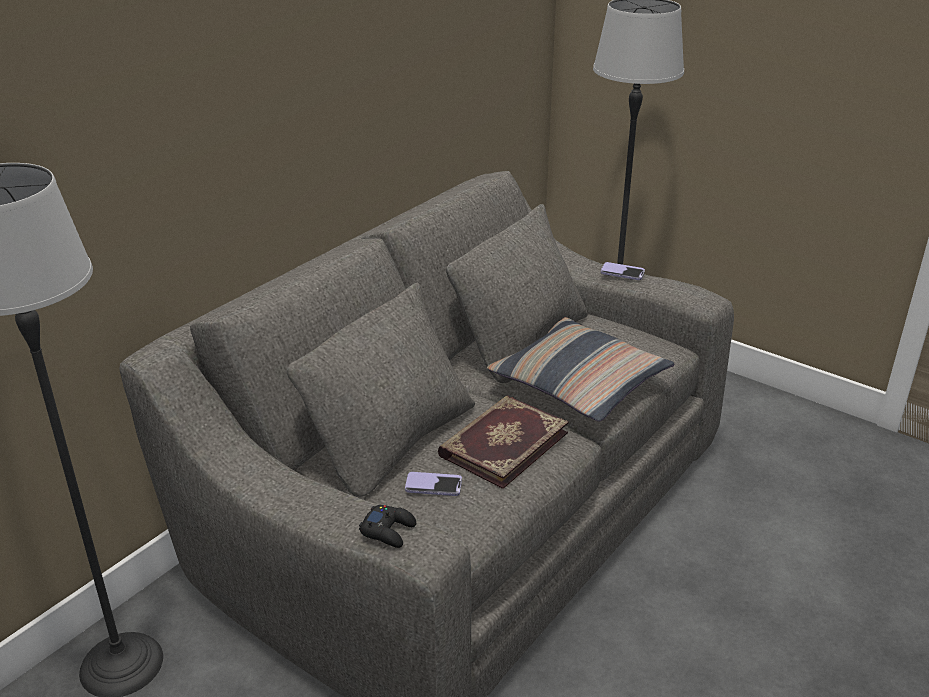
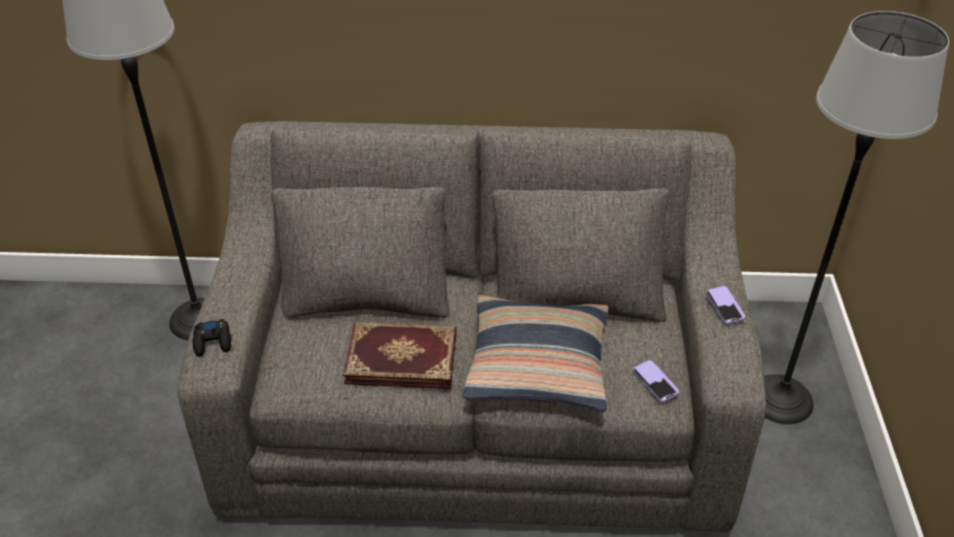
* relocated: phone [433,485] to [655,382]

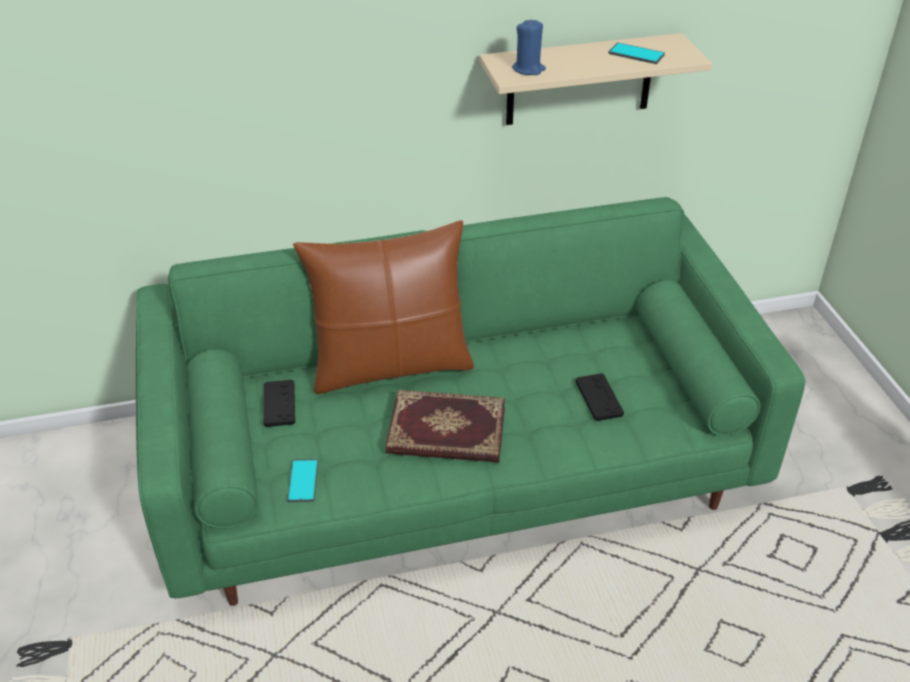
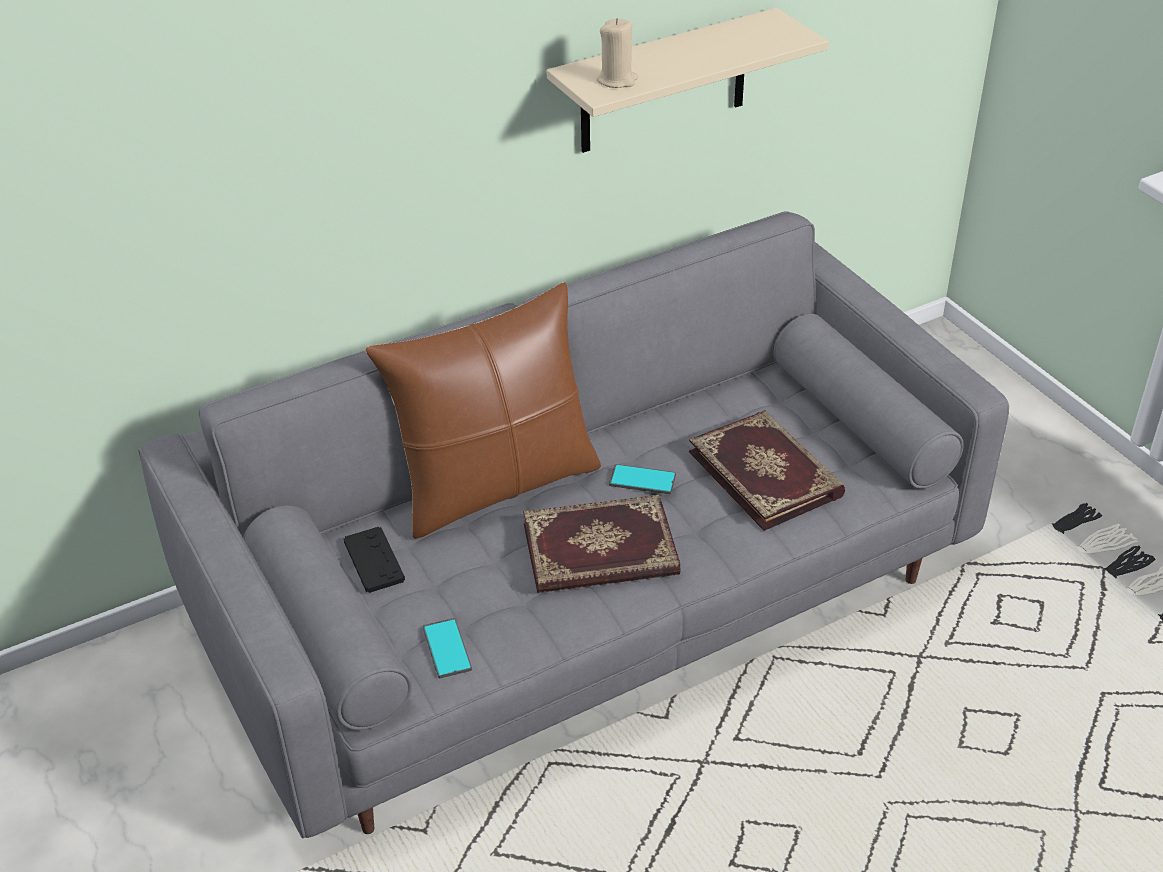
* colour: sofa (green) [455,464] to sofa (grey) [584,596]
* colour: candle (blue) [528,69] to candle (beige) [617,80]
* exchanged: game controller (black) [599,398] to book [766,473]
* relocated: phone [636,54] to [642,480]

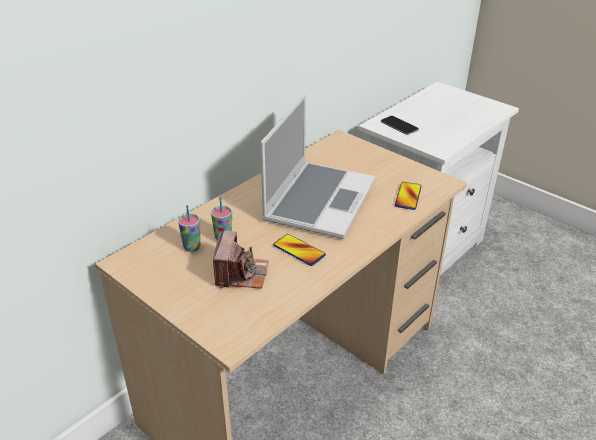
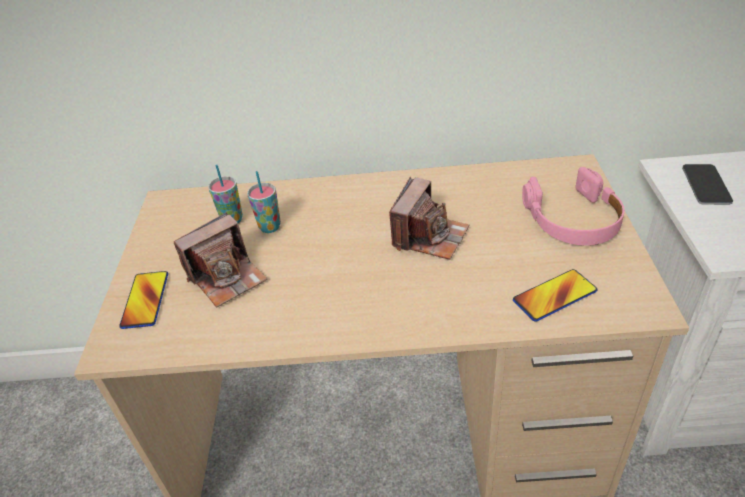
* exchanged: laptop [319,200] to photo camera [429,236]
* relocated: phone [299,250] to [145,300]
* appeared: headphones (pink) [573,219]

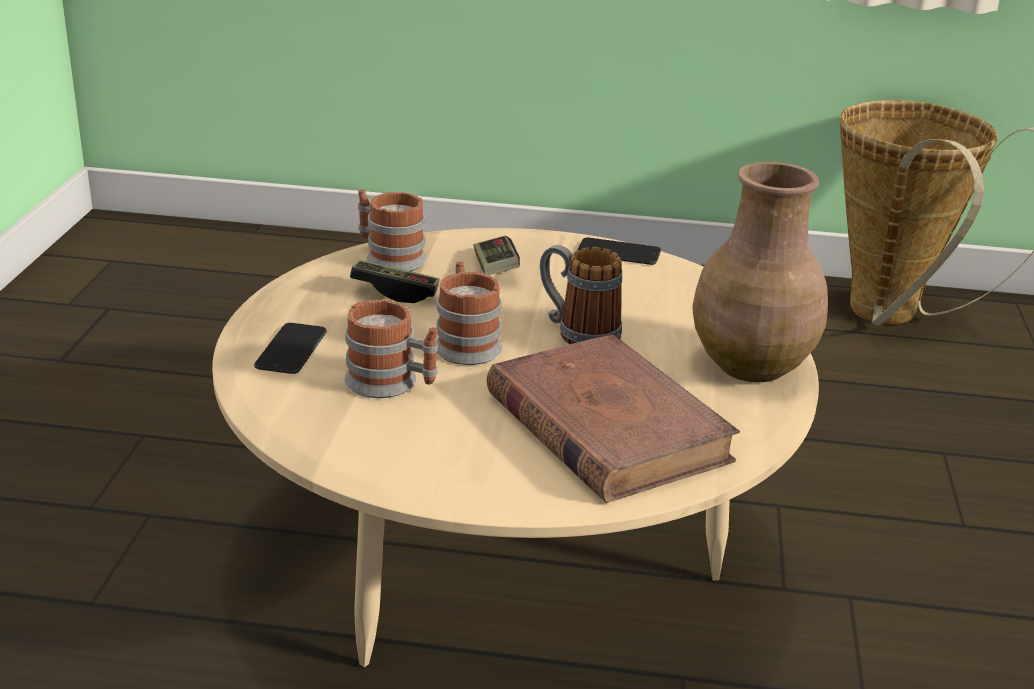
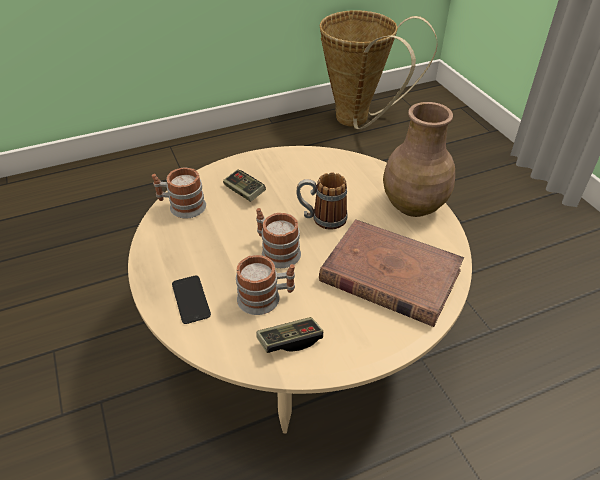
* relocated: game controller [395,292] to [290,341]
* missing: phone [618,253]

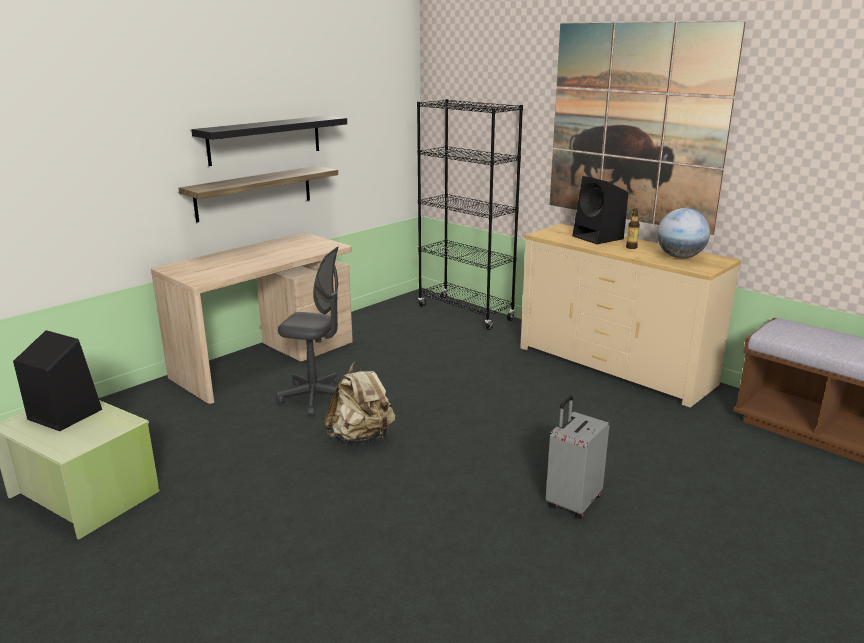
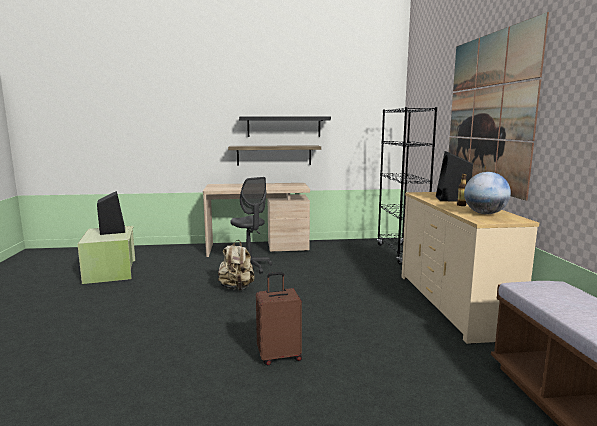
* colour: suitcase (grey) [572,502] to suitcase (brown) [279,356]

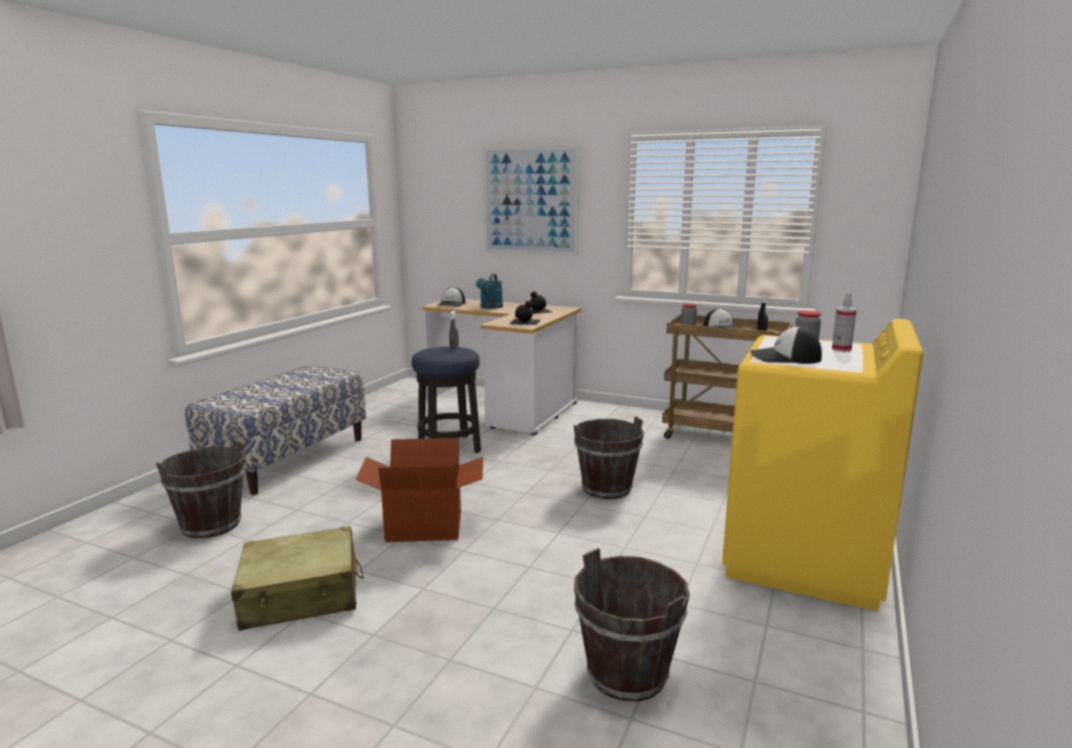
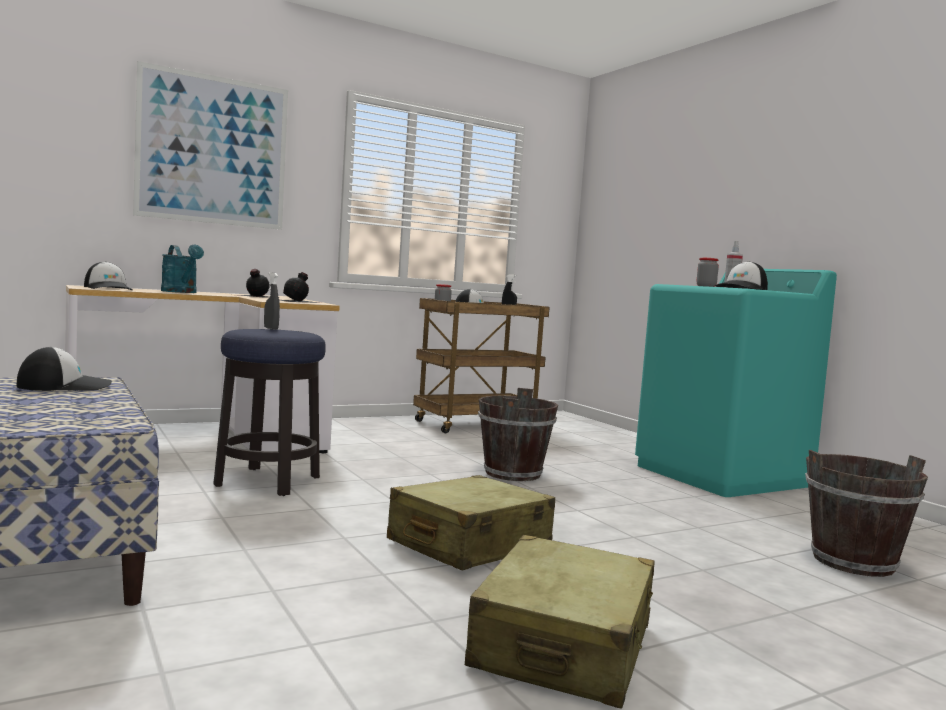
* missing: bucket (brown) [211,525]
* exchanged: cardboard box [424,525] to suitcase (beige) [469,545]
* colour: washing machine (yellow) [804,559] to washing machine (turquoise) [721,476]
* appeared: cap [65,386]

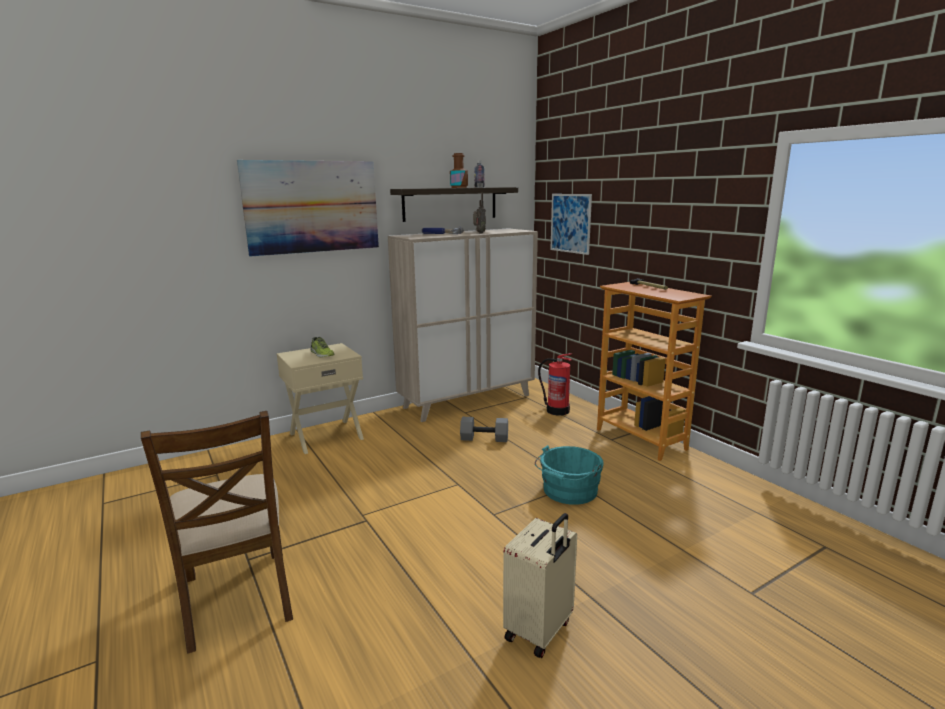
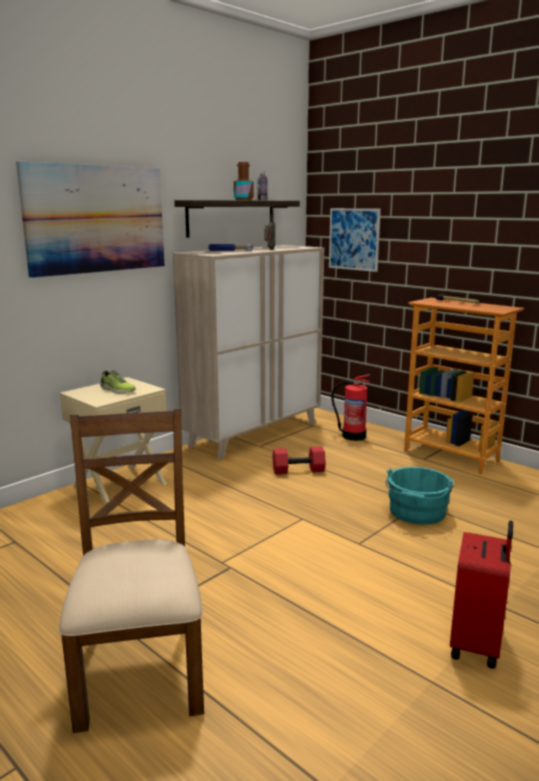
* spun: chair (brown) [237,597] = [140,668] 150 degrees counterclockwise
* colour: dumbbell (grey) [485,438] to dumbbell (red) [299,470]
* colour: suitcase (beige) [540,631] to suitcase (red) [477,644]

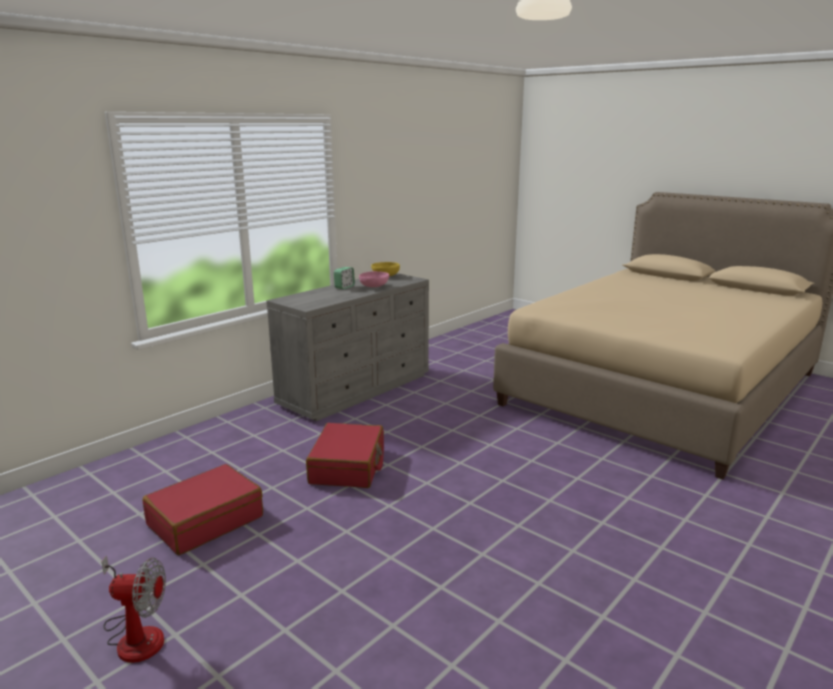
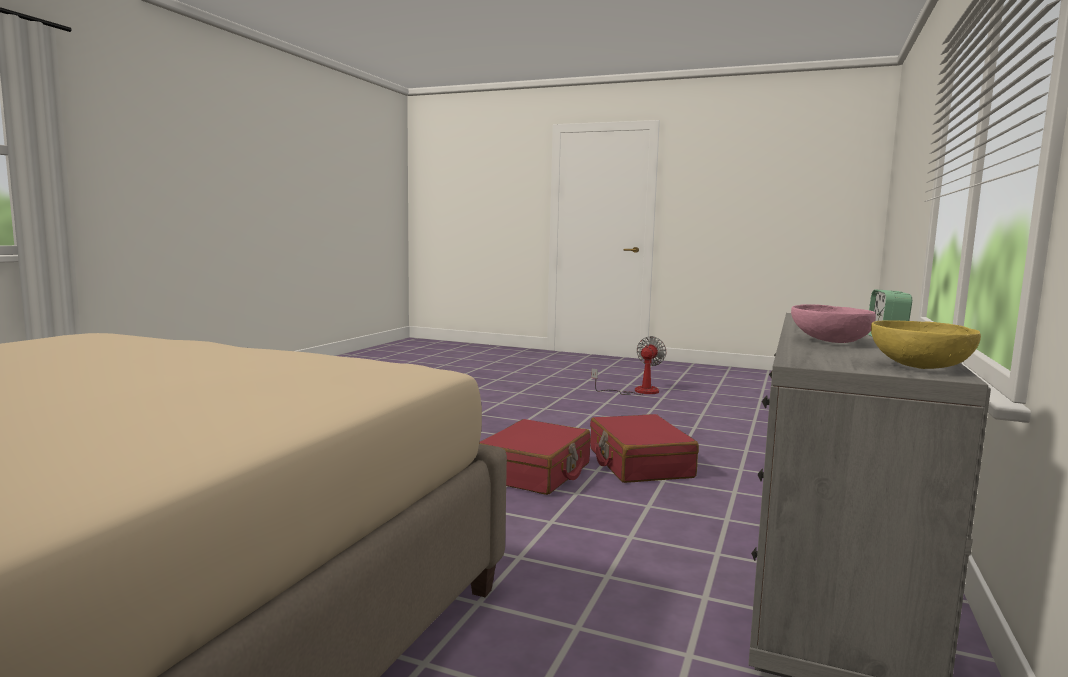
* spun: fan [136,635] = [637,391] 135 degrees clockwise
* relocated: suitcase (red) [205,520] to [535,472]

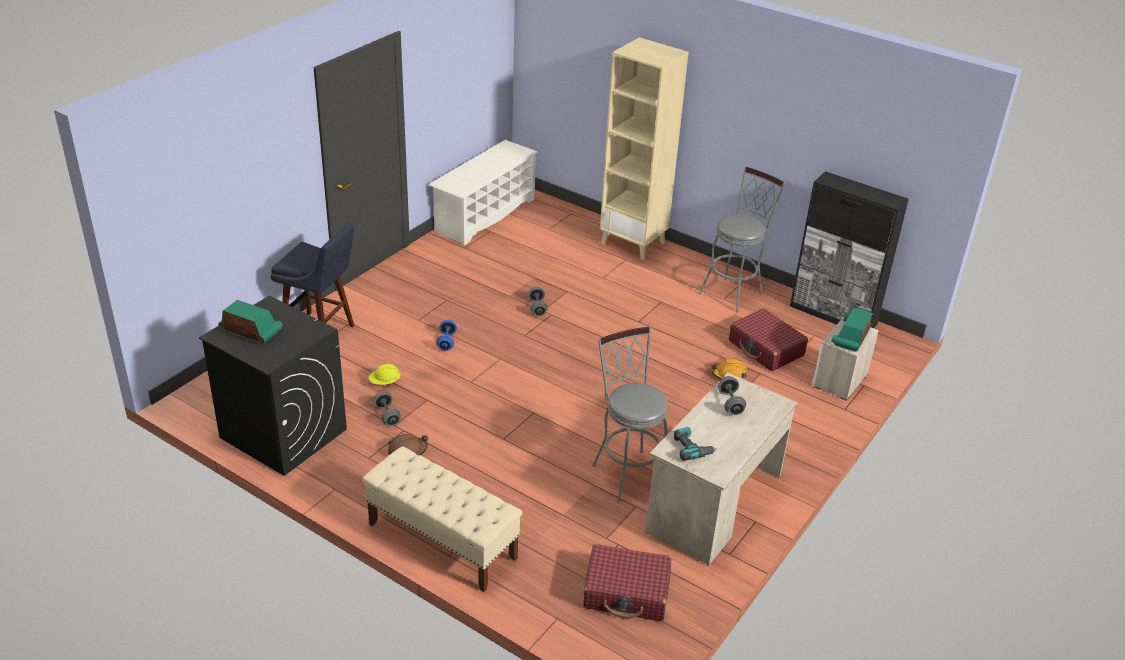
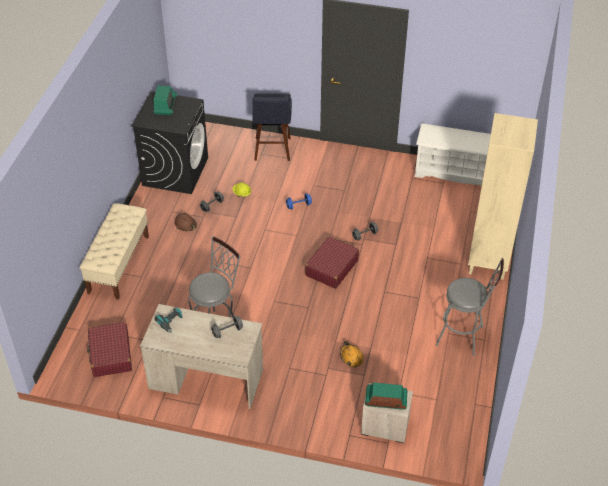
* relocated: suitcase (red) [766,348] to [331,268]
* missing: cabinet (black) [833,315]

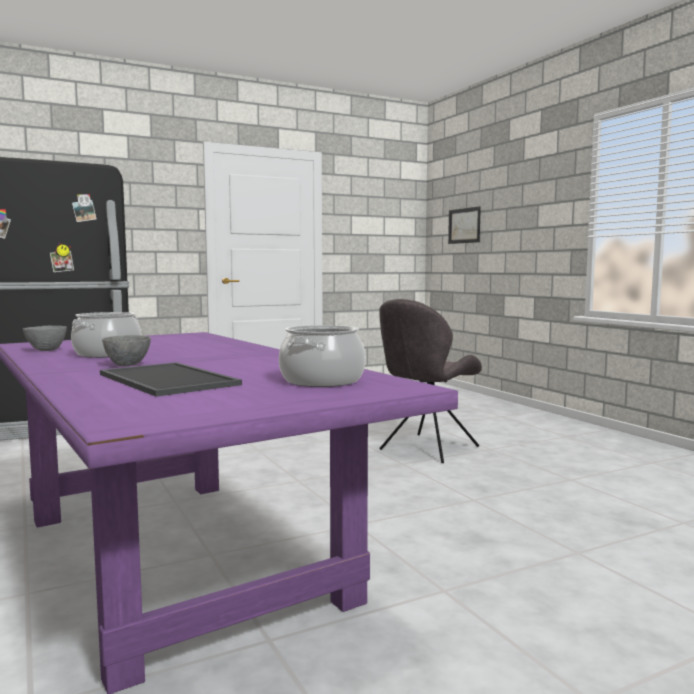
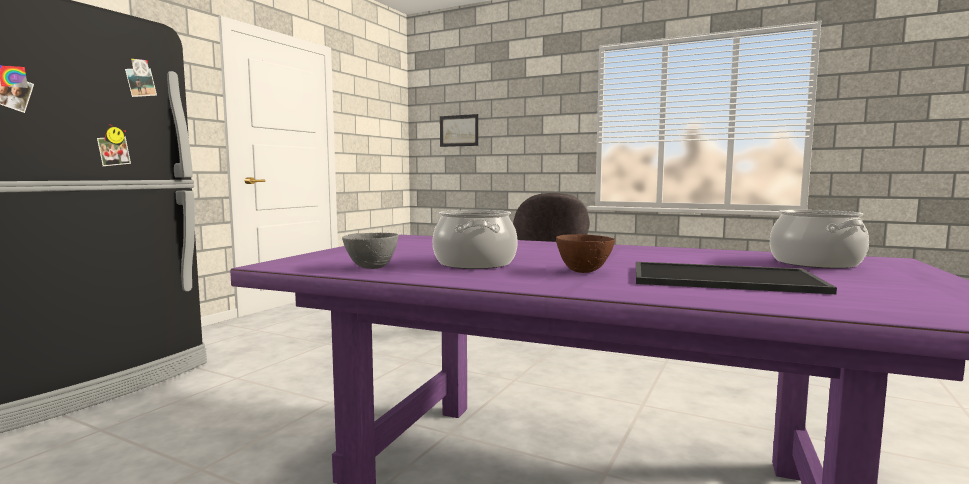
* colour: bowl (grey) [128,365] to bowl (brown) [583,271]

